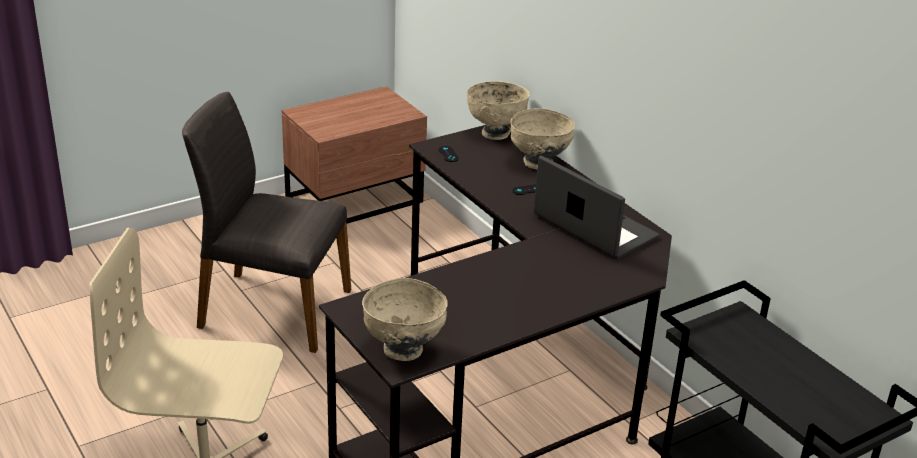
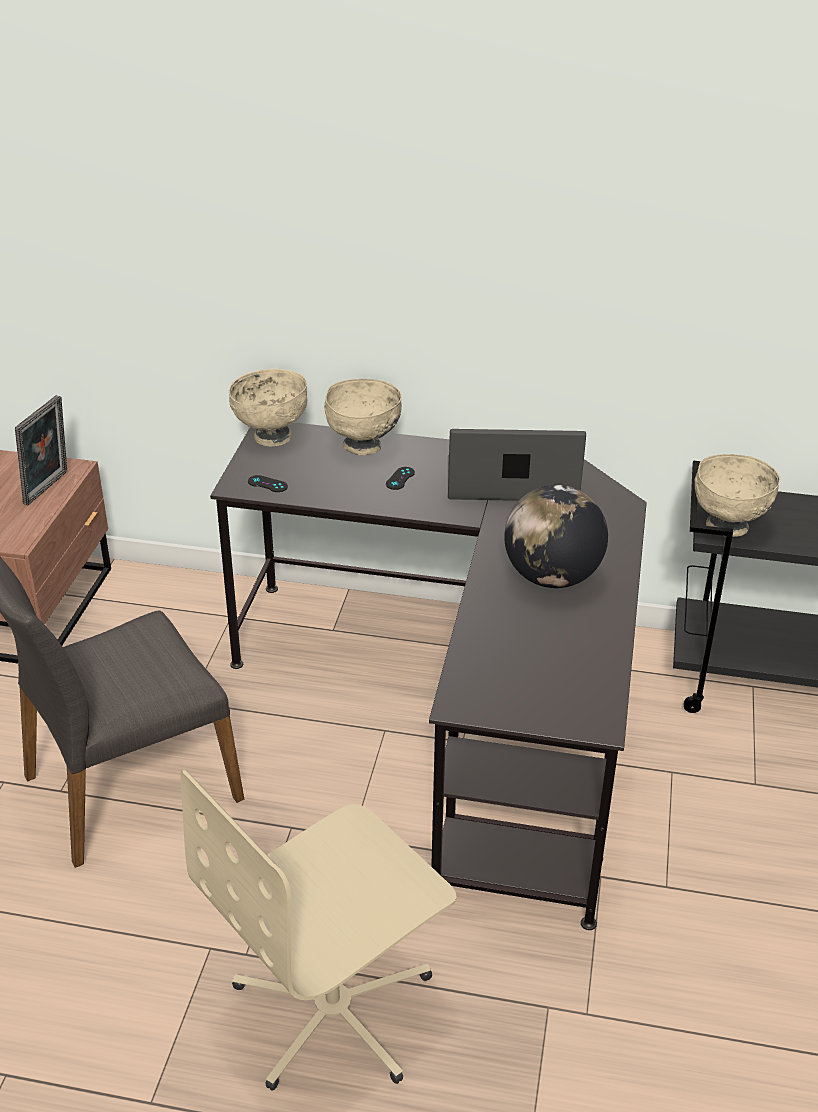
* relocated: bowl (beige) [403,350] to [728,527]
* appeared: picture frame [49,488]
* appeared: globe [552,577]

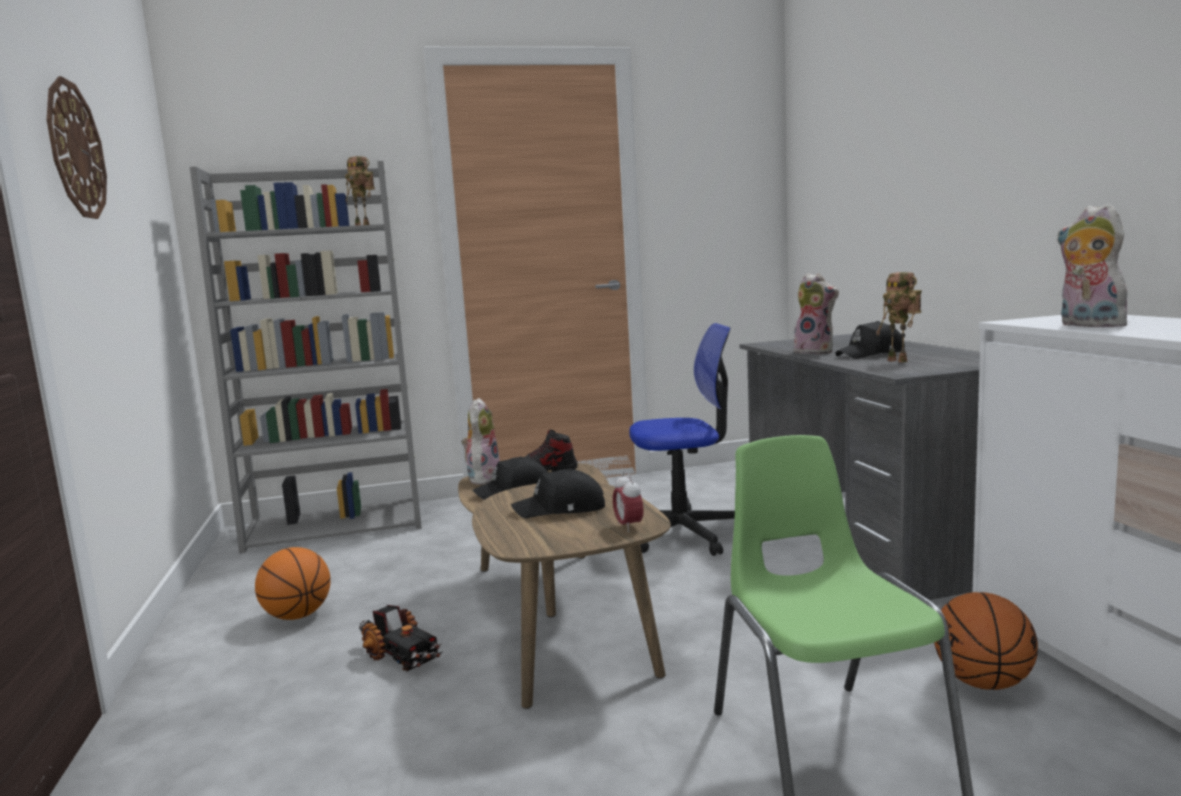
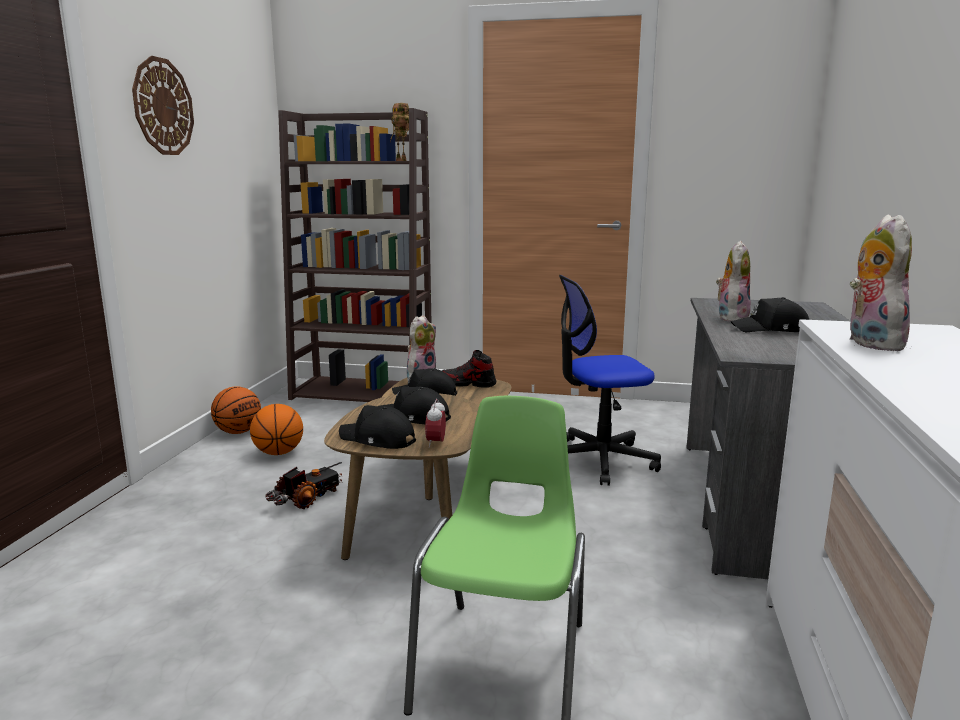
* colour: bookcase (grey) [338,525] to bookcase (brown) [364,393]
* spun: toy truck [400,656] = [307,499] 120 degrees counterclockwise
* spun: office chair [684,533] = [599,460] 150 degrees clockwise
* spun: plush toy [816,352] = [731,318] 135 degrees counterclockwise
* missing: toy robot [900,361]
* relocated: basketball [982,682] to [238,432]
* appeared: cap (black) [377,440]

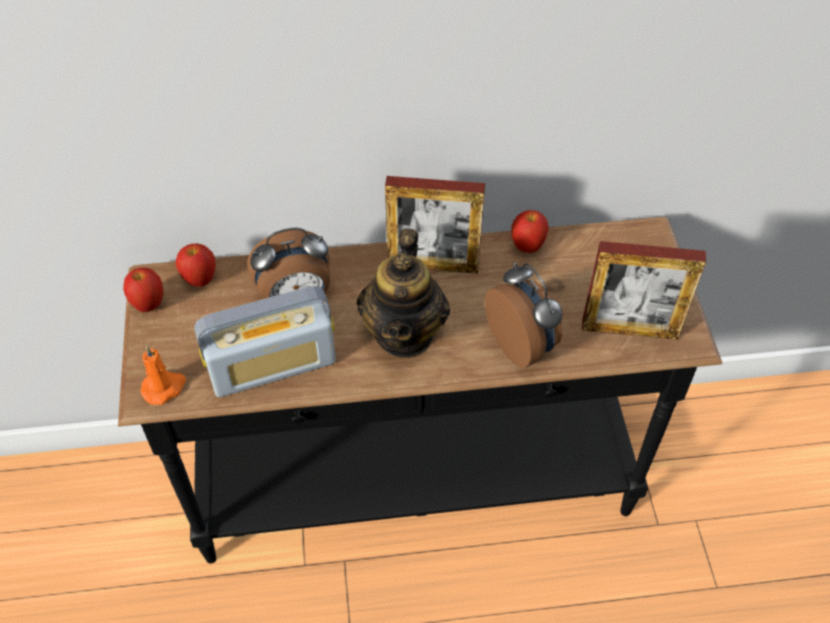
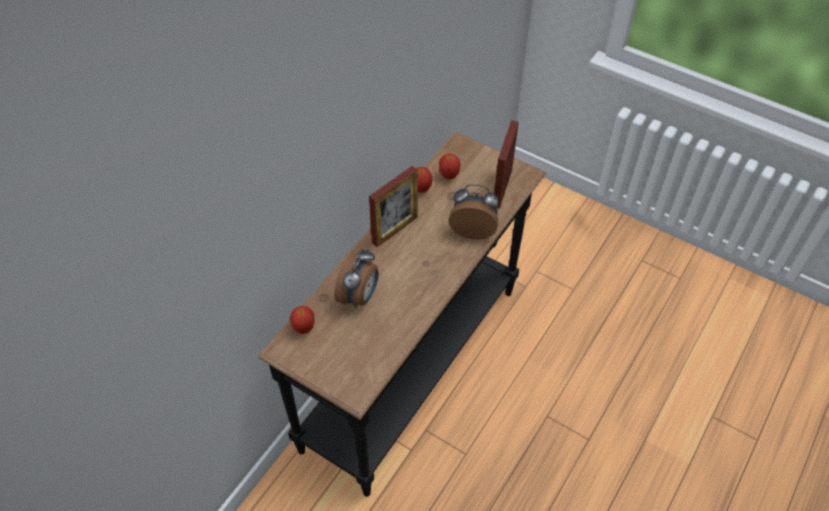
* relocated: apple [149,305] to [449,175]
* missing: candle (orange) [164,387]
* missing: radio [272,366]
* missing: teapot [404,333]
* spun: picture frame [629,329] = [502,188] 150 degrees clockwise

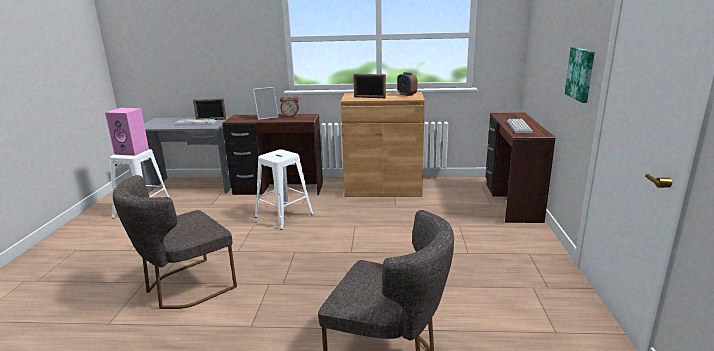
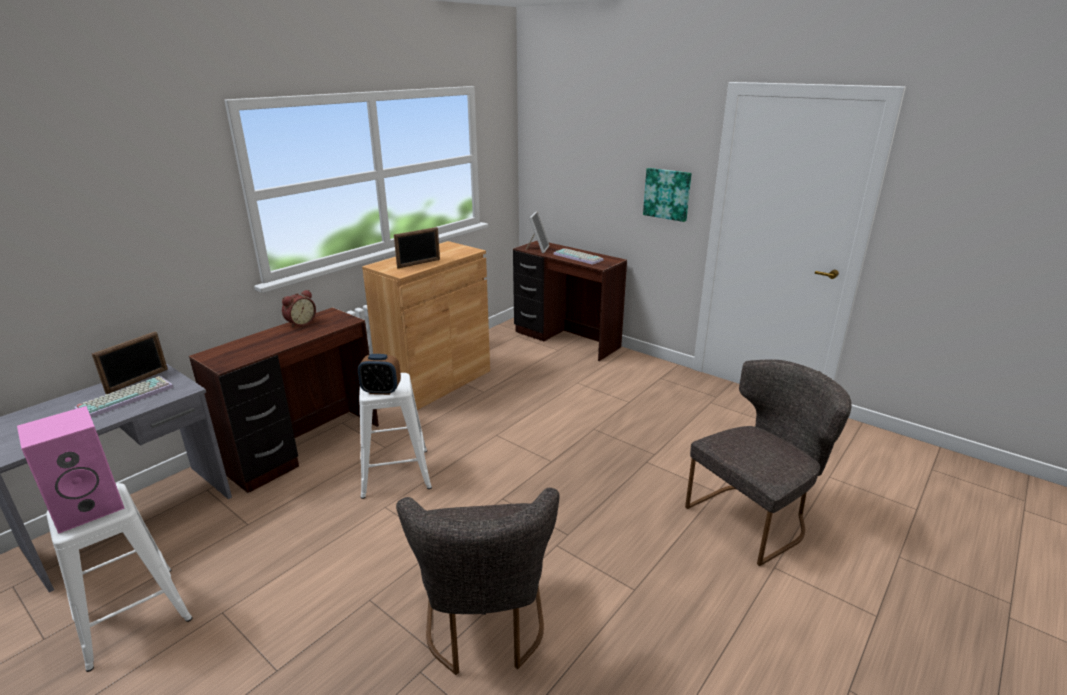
* relocated: picture frame [267,117] to [537,249]
* relocated: alarm clock [406,94] to [381,391]

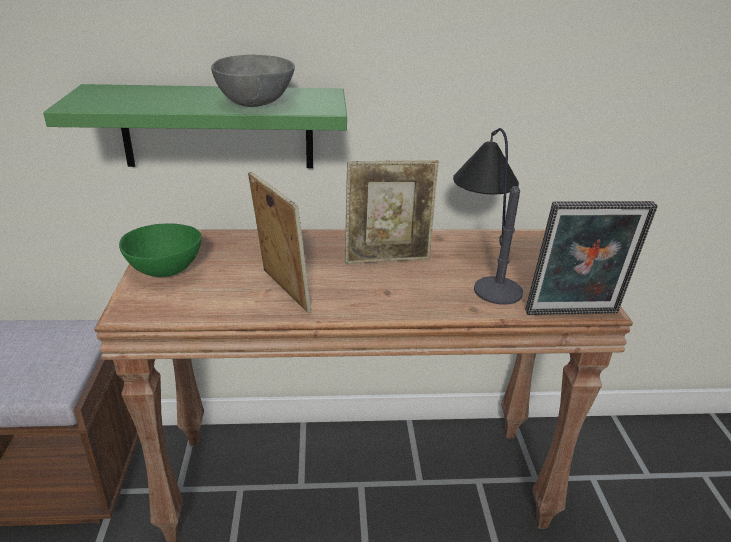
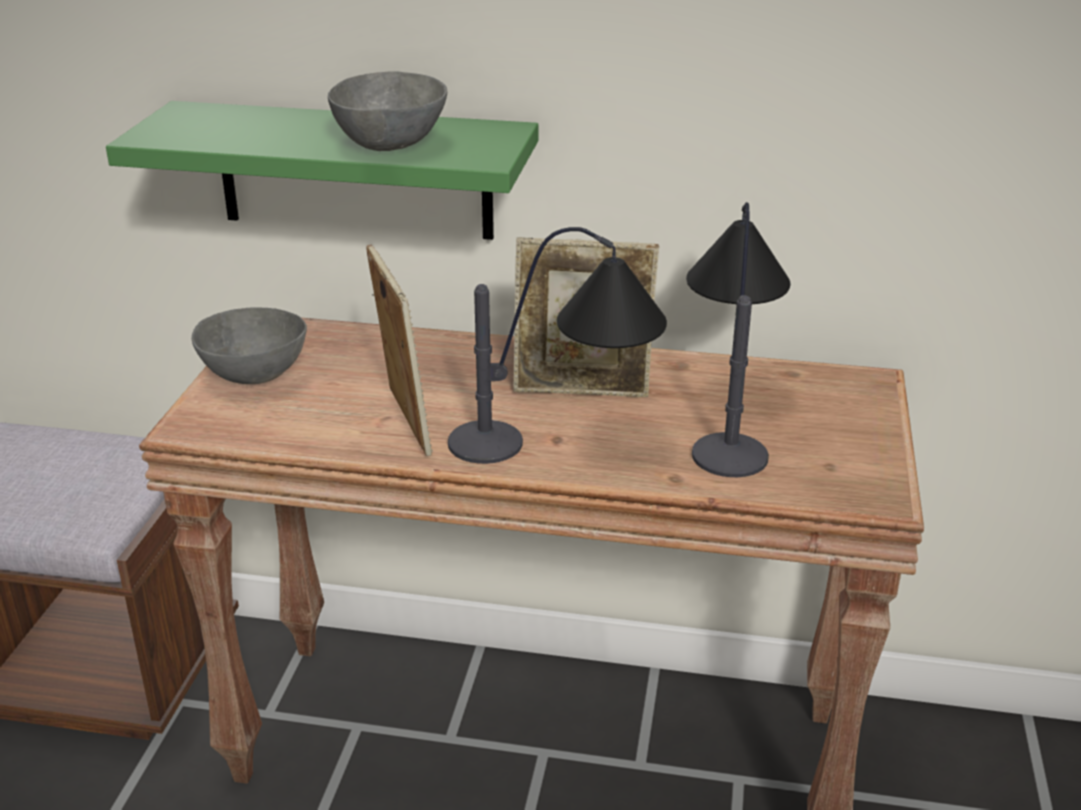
* colour: bowl (green) [166,270] to bowl (grey) [255,376]
* missing: picture frame [573,315]
* appeared: table lamp [562,440]

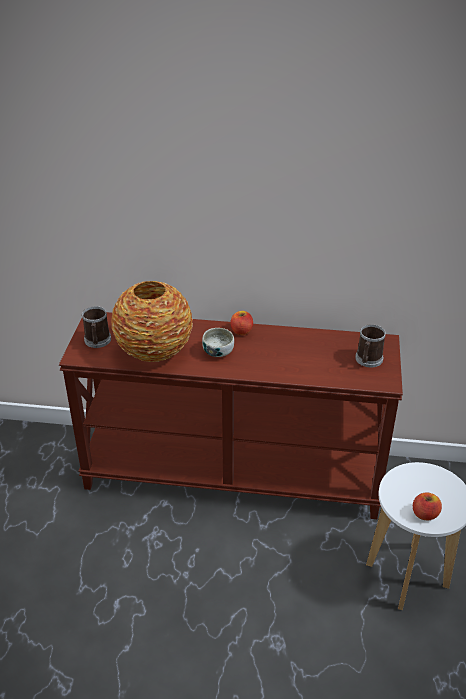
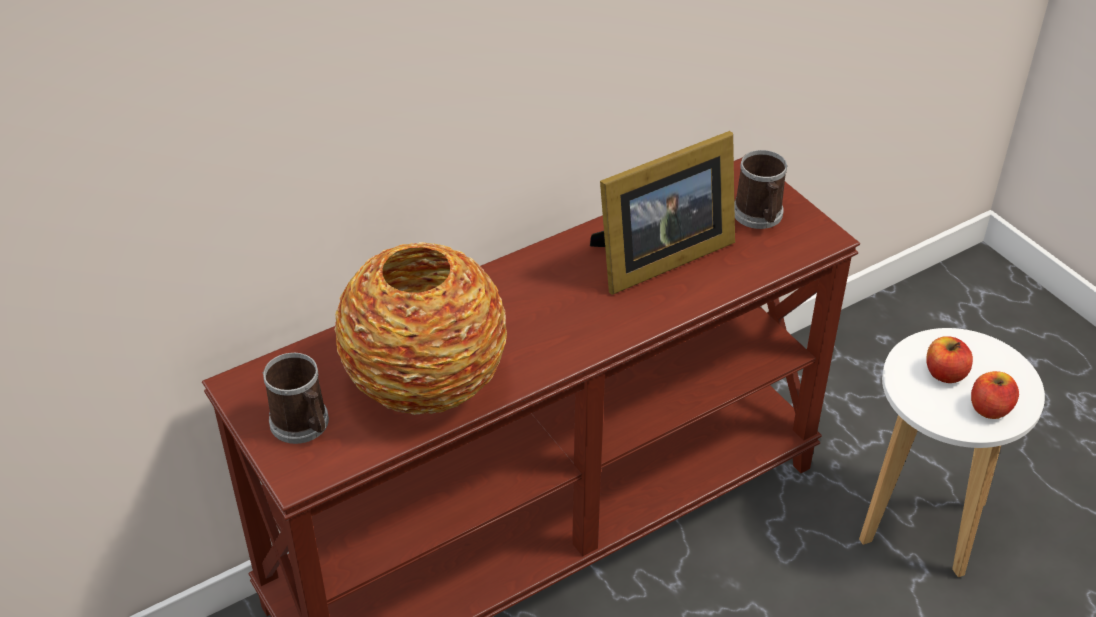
* missing: bowl [218,351]
* relocated: apple [241,331] to [945,373]
* appeared: picture frame [657,258]

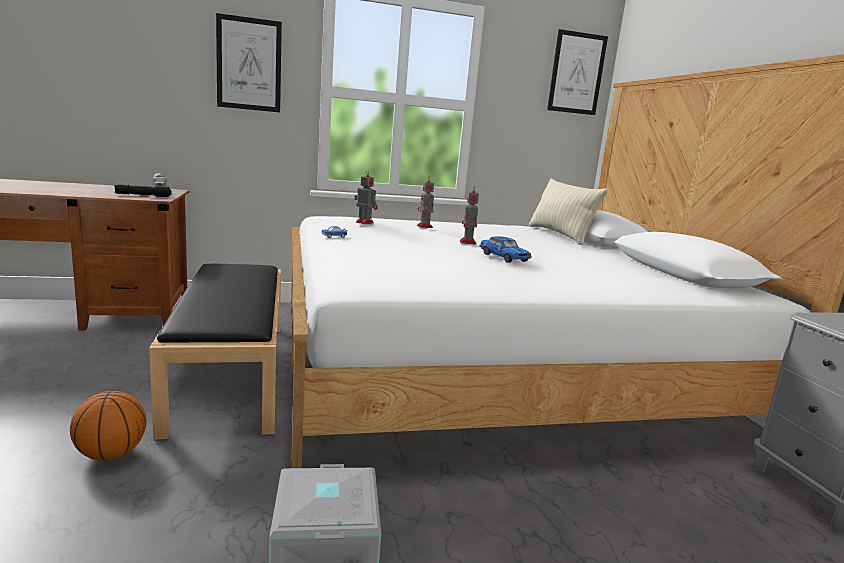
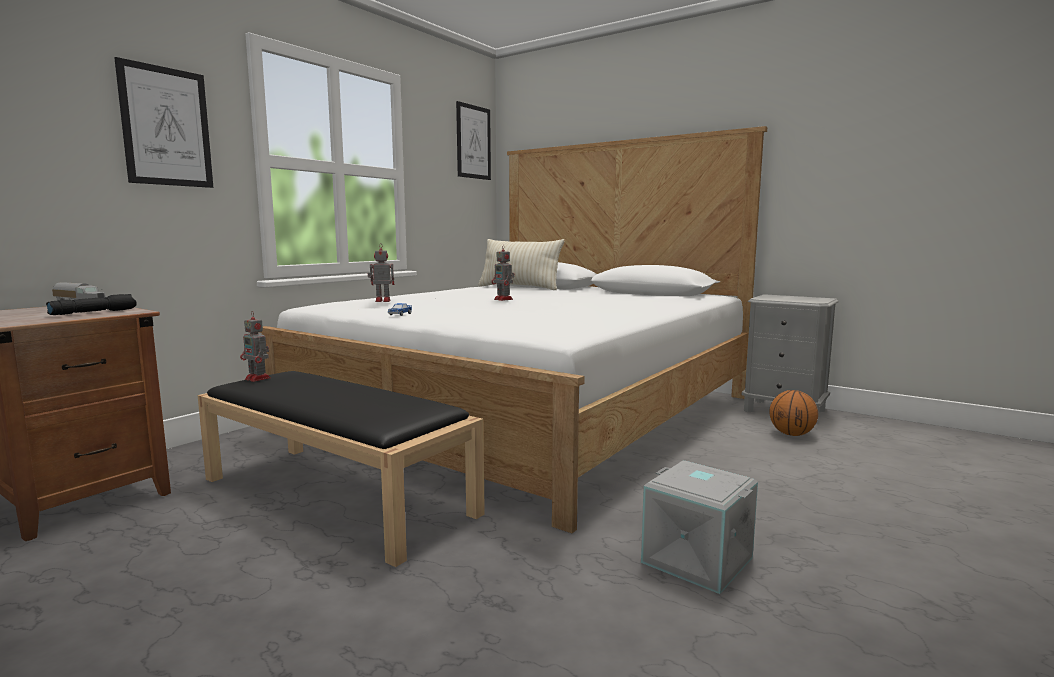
* relocated: basketball [111,454] to [791,434]
* relocated: toy robot [425,226] to [258,379]
* missing: toy car [503,257]

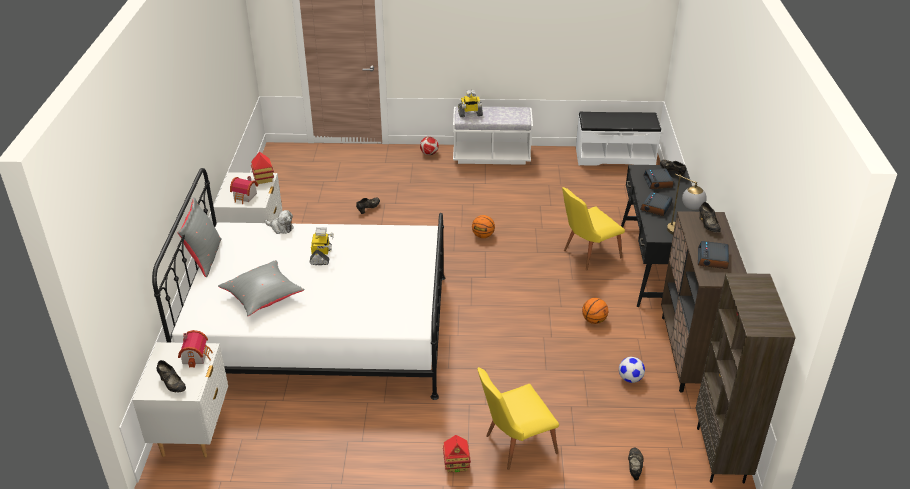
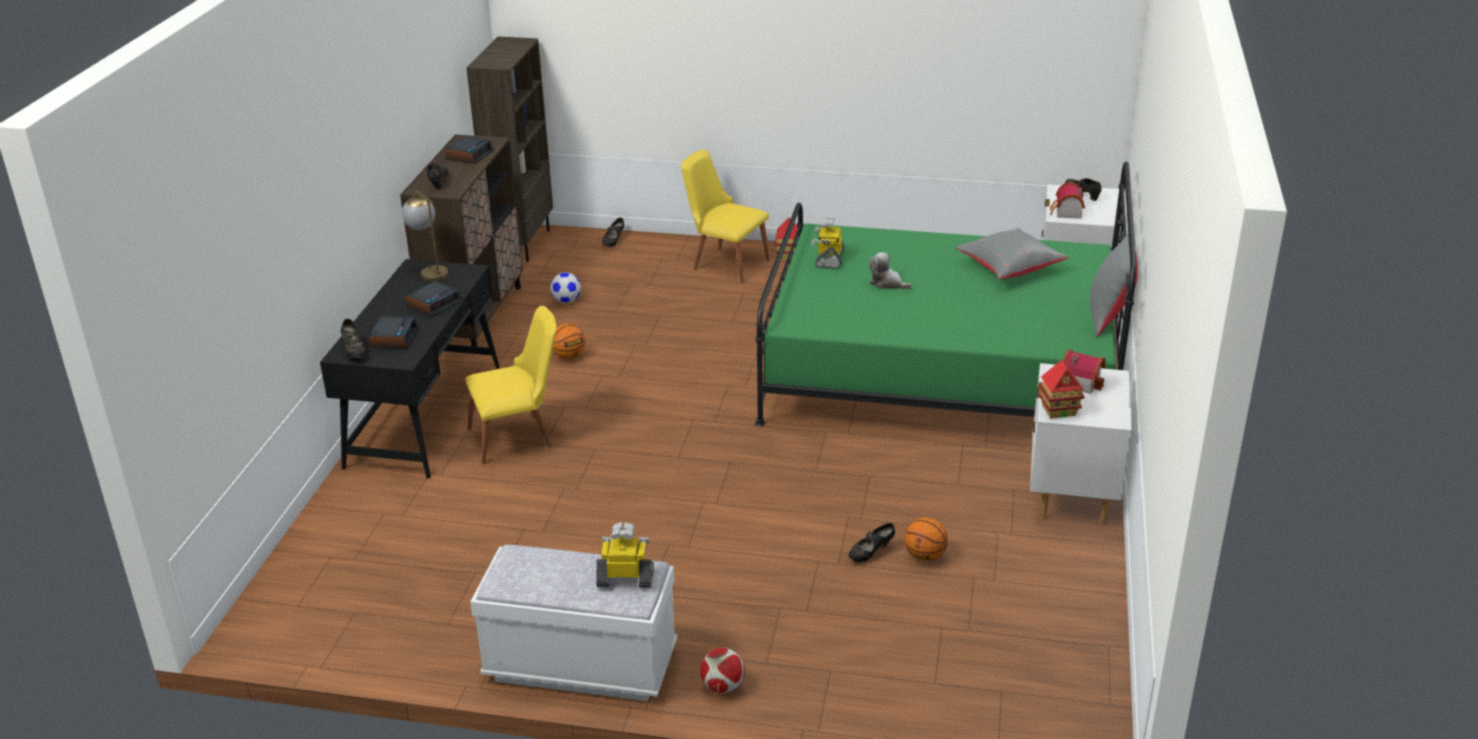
* colour: bed (white) [321,331] to bed (green) [940,372]
* relocated: plush toy [281,228] to [887,283]
* relocated: toy robot [321,256] to [829,259]
* relocated: basketball [483,236] to [924,556]
* spun: chair (yellow) [514,445] = [725,263] 135 degrees counterclockwise
* missing: bench (white) [615,156]

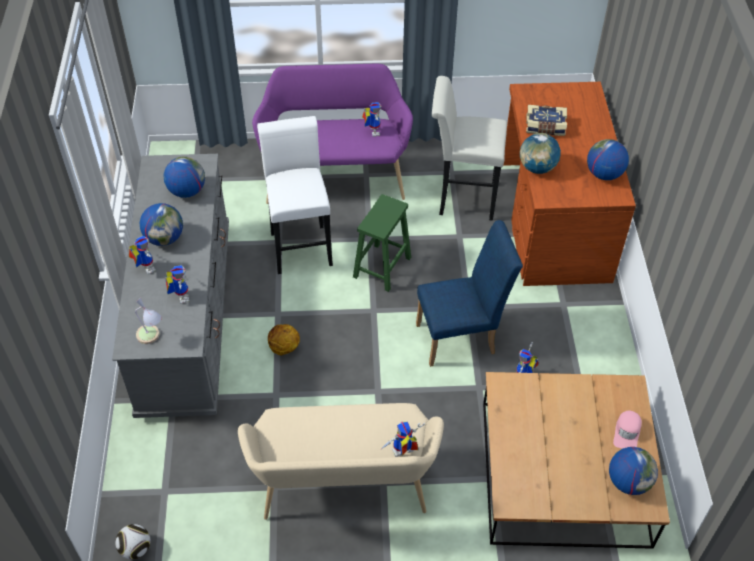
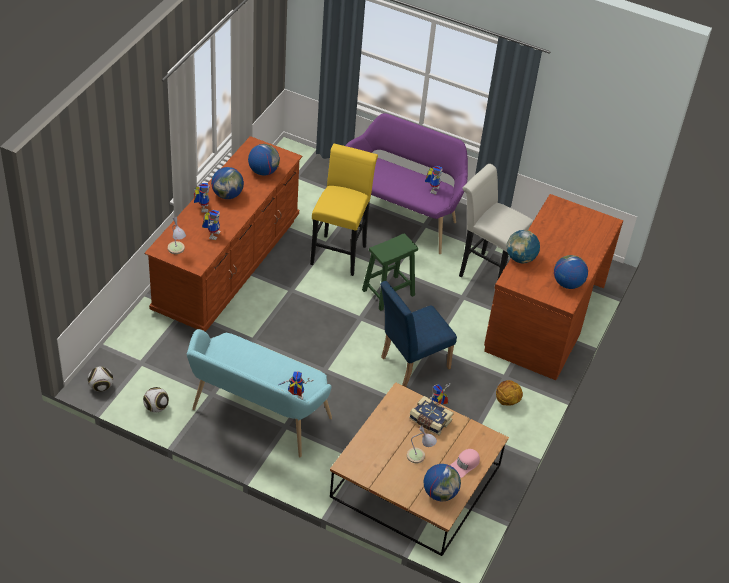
* colour: dresser (grey) [186,317] to dresser (brown) [227,264]
* colour: bench (beige) [343,489] to bench (turquoise) [256,417]
* colour: stool (white) [300,245] to stool (yellow) [340,252]
* relocated: basketball [284,348] to [506,401]
* spun: chair (blue) [461,337] = [410,364] 135 degrees clockwise
* relocated: book [545,127] to [429,421]
* appeared: football [156,407]
* appeared: table lamp [420,457]

